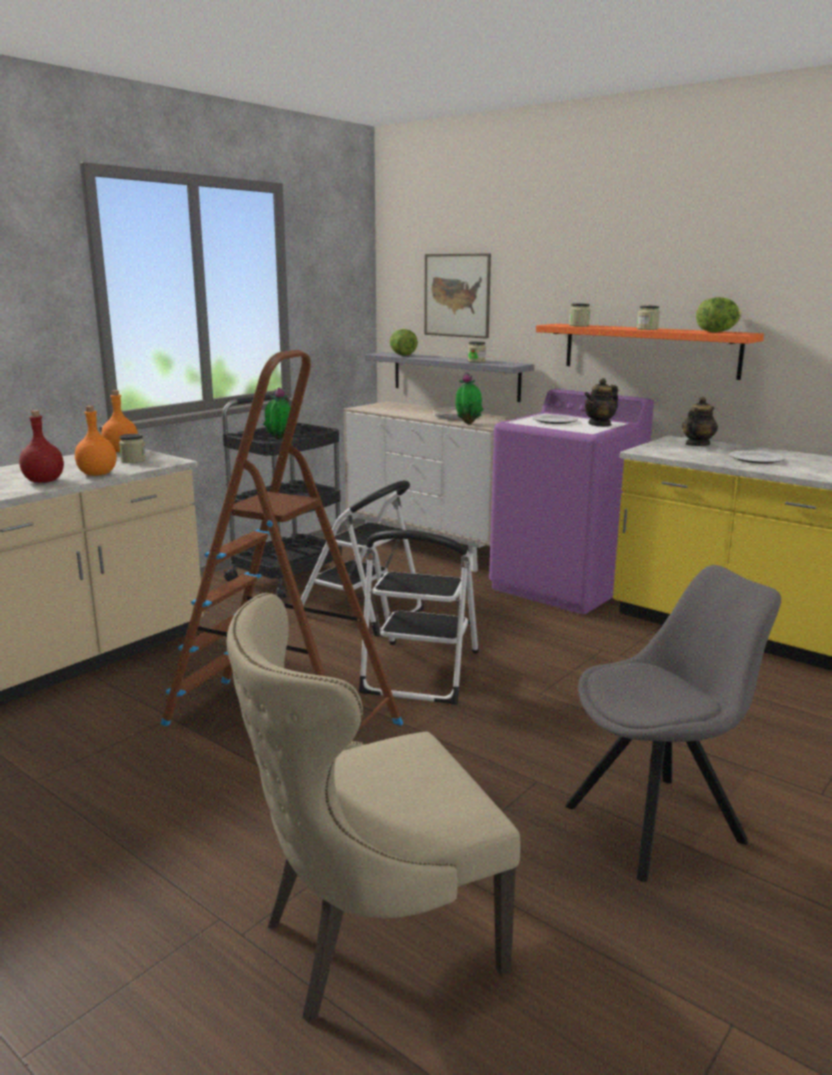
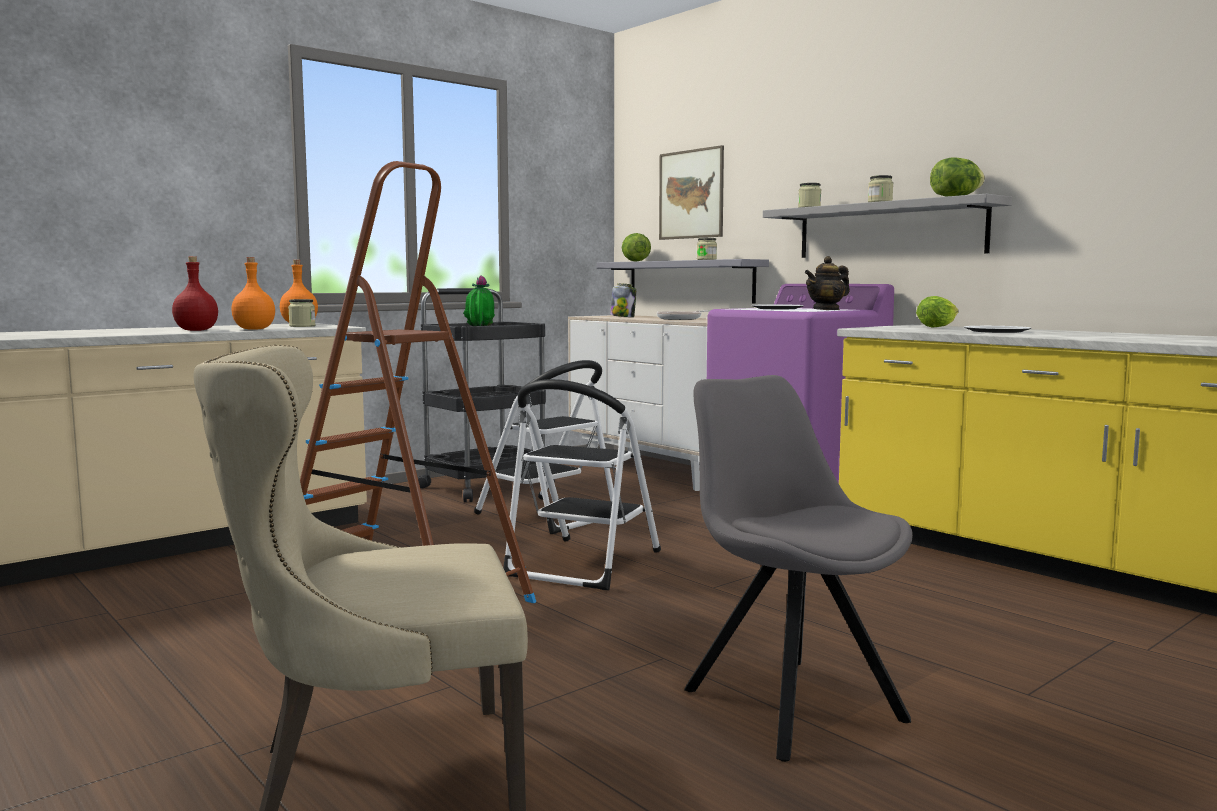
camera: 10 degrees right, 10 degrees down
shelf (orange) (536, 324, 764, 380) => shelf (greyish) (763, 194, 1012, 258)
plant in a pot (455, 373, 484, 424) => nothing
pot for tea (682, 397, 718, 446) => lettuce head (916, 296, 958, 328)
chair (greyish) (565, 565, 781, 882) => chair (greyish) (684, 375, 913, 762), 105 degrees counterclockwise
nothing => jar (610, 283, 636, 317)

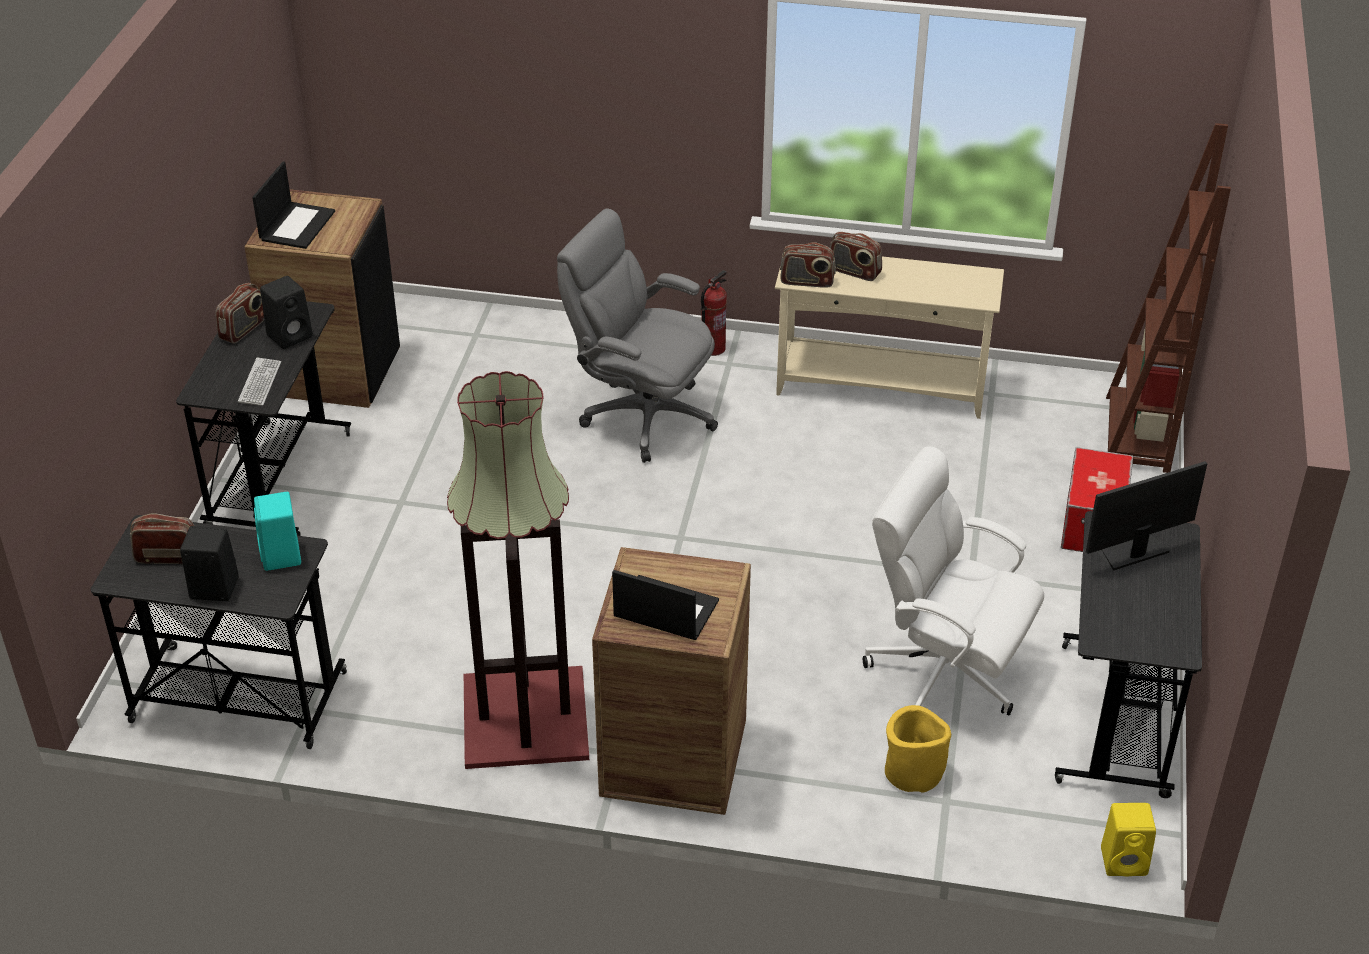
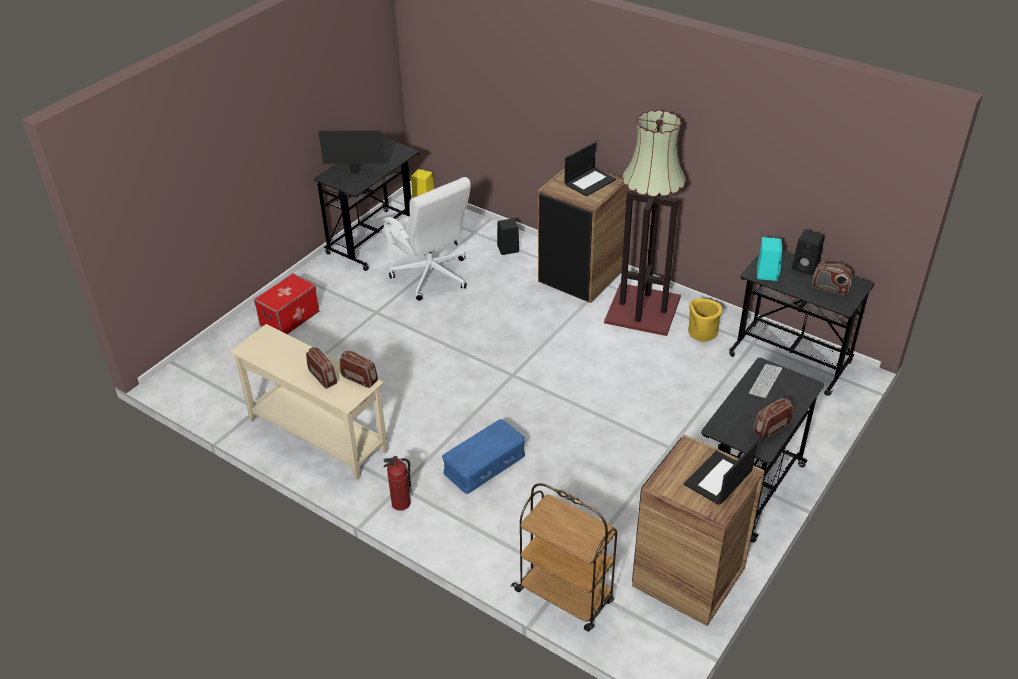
camera: 155 degrees left, 0 degrees up
bookcase (brown-coloured) (1106, 123, 1231, 473) => nothing
desk chair (greyish) (557, 209, 718, 463) => storage box (bluish) (442, 419, 525, 494)
loudspeaker (blackish) (260, 276, 313, 349) => loudspeaker (blackish) (497, 218, 519, 255), relocated
portable computer (612, 570, 719, 640) => portable computer (565, 142, 616, 196), 90 degrees counterclockwise
flower pot (yellow) (885, 705, 951, 793) => flower pot (yellow) (688, 298, 722, 342), relocated
nothing => cart (brown-coloured) (510, 483, 617, 631)

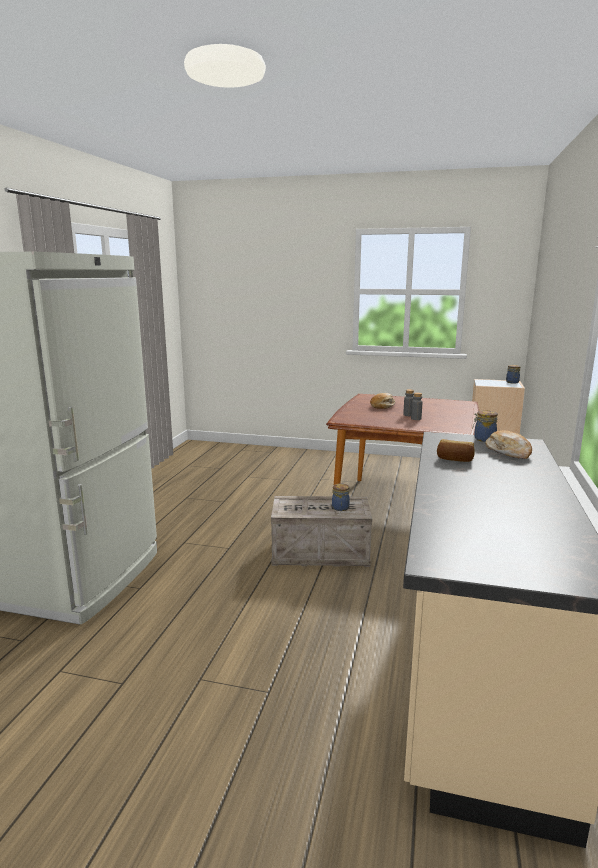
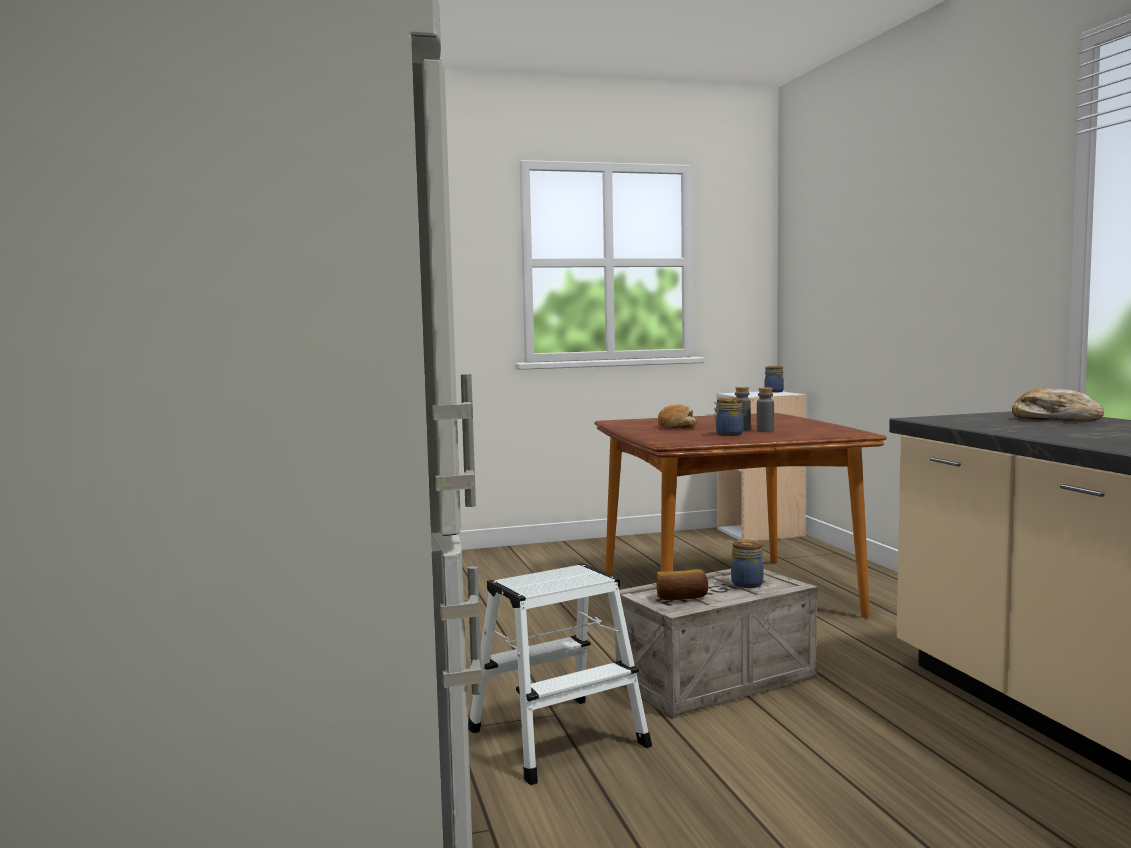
camera: 30 degrees left, 10 degrees down
jar (472, 410, 498, 442) => jar (713, 397, 743, 436), relocated
bread (437, 439, 475, 462) => bread (656, 569, 708, 600), relocated
nothing => stepladder (white-coloured) (468, 563, 652, 785)

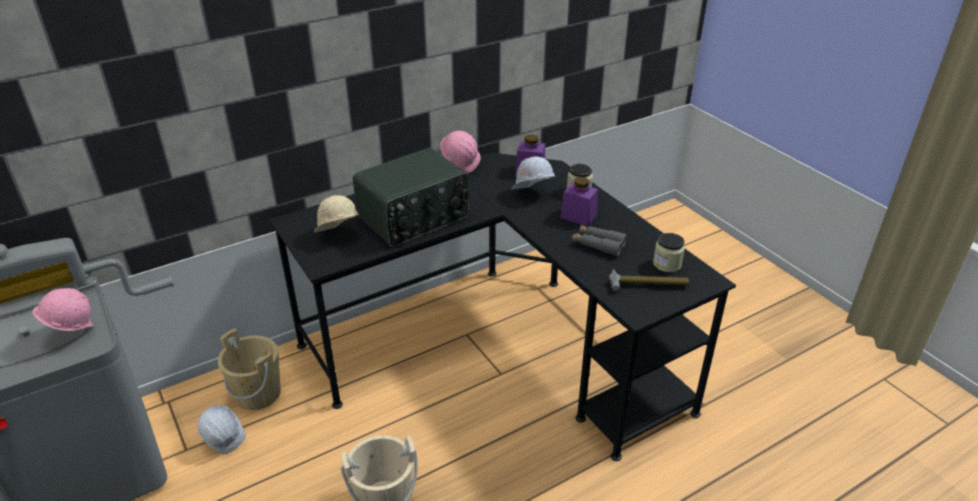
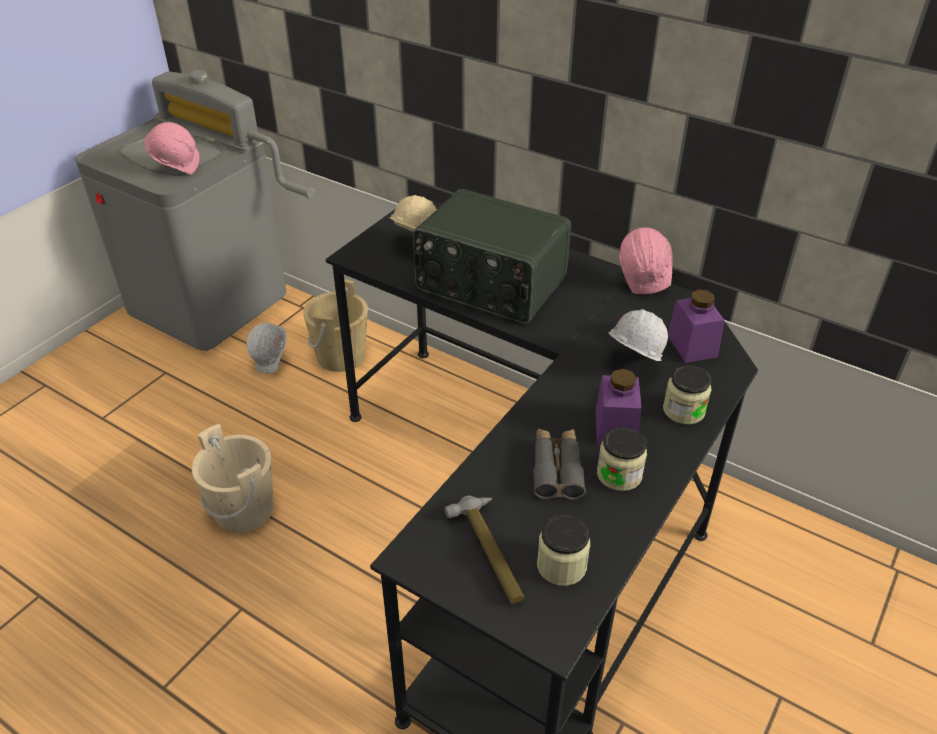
camera: 65 degrees right, 5 degrees up
nothing => jar (597, 427, 647, 491)

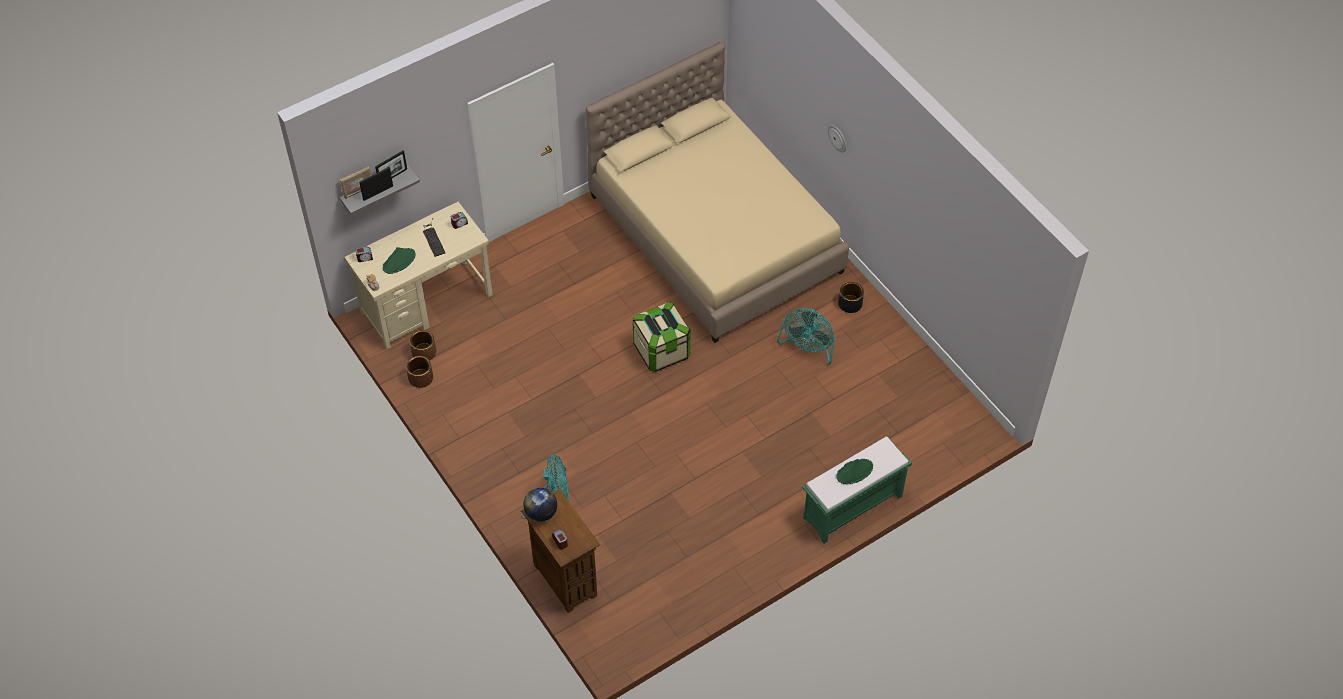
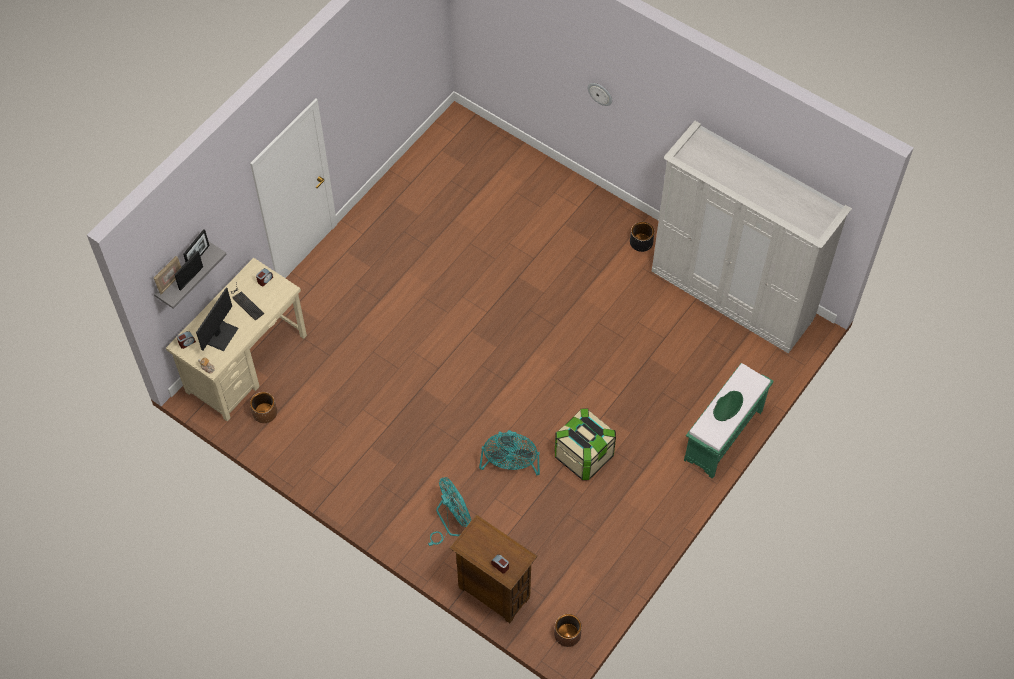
camera: 20 degrees left, 5 degrees up
bed (sand-coloured) (586, 42, 849, 343) => nothing
clothing hat (green) (383, 247, 415, 274) => computer screen (196, 288, 238, 351)
storage box (633, 302, 690, 372) => storage box (555, 408, 616, 480), relocated
cooling fan (turquoise-coloured) (777, 308, 836, 365) => cooling fan (turquoise-coloured) (479, 430, 540, 476), relocated
flower pot (brown-coloured) (406, 356, 433, 388) => flower pot (brown-coloured) (554, 614, 582, 647), relocated
world globe (524, 488, 557, 522) => nothing
nothing => wardrobe (white-coloured) (652, 121, 852, 353)

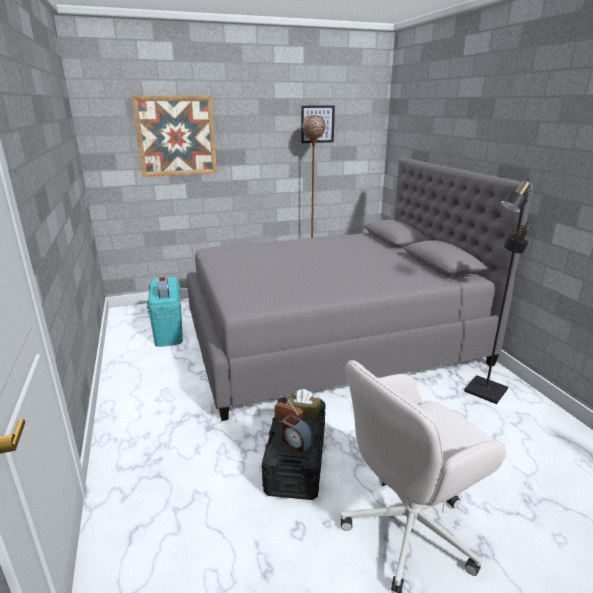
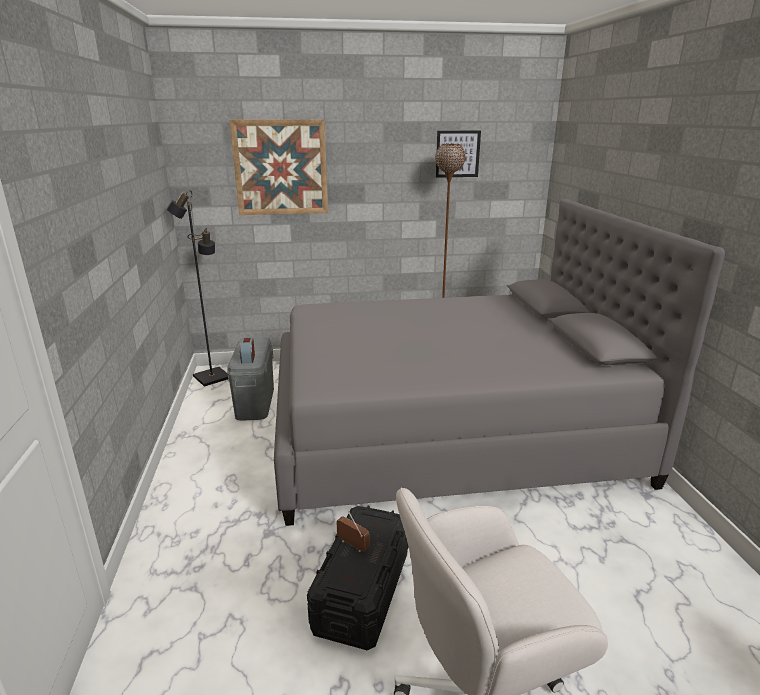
camera: 10 degrees right, 0 degrees up
standing lamp (blackish) (464, 178, 531, 404) => standing lamp (blackish) (166, 190, 228, 387), relocated
storage box (turquoise-coloured) (147, 277, 183, 347) => storage box (greyish) (227, 336, 274, 421)
tissue holder (brown-coloured) (286, 389, 320, 419) => nothing
alarm clock (282, 415, 312, 453) => nothing

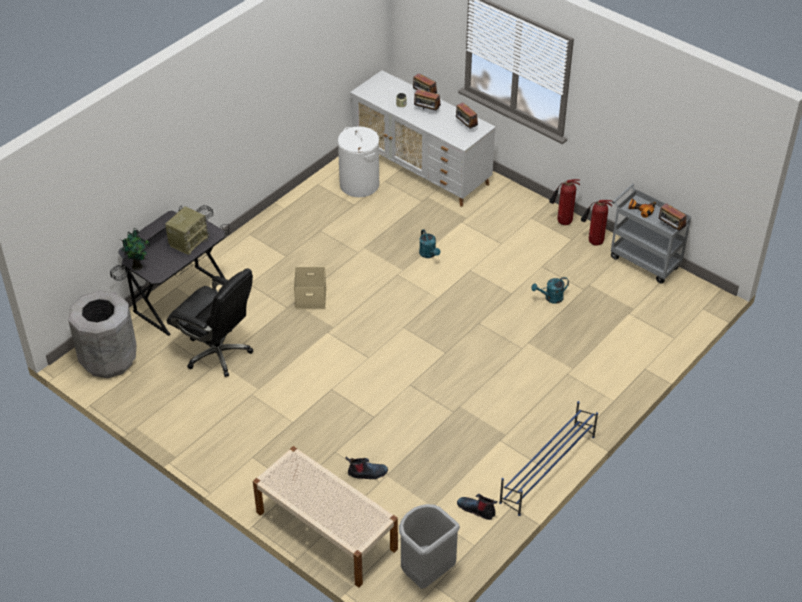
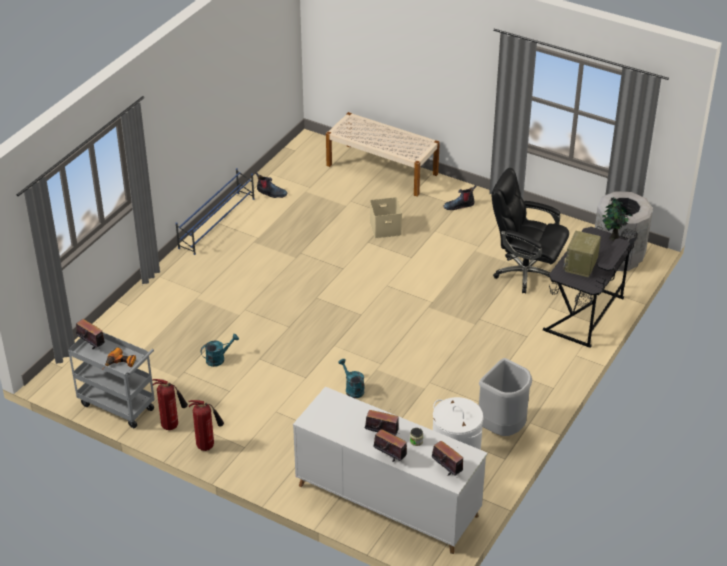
camera: 170 degrees right, 5 degrees down
radio (456, 102, 478, 128) => radio (431, 441, 463, 477), relocated
storage box (sand-coloured) (294, 267, 326, 309) => storage box (sand-coloured) (370, 197, 402, 238), relocated
boot (345, 456, 388, 479) => boot (443, 185, 477, 210), relocated
trash can (greyish) (399, 504, 460, 589) => trash can (greyish) (479, 358, 532, 436), relocated

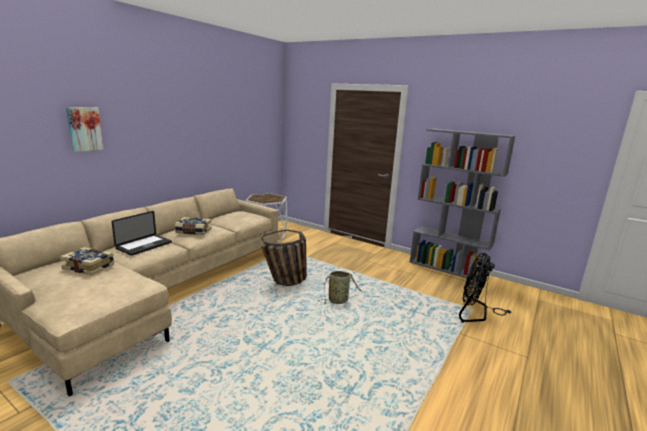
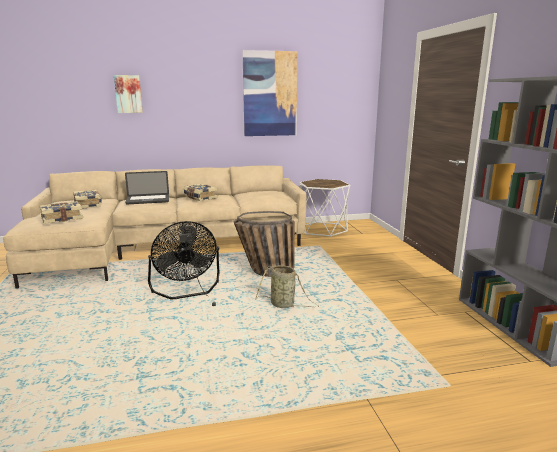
camera: 45 degrees right, 0 degrees up
cooling fan (blackish) (459, 253, 512, 322) => cooling fan (blackish) (148, 221, 219, 306), relocated
nothing => wall picture (242, 50, 298, 136)
nothing => volume (40, 201, 83, 224)

